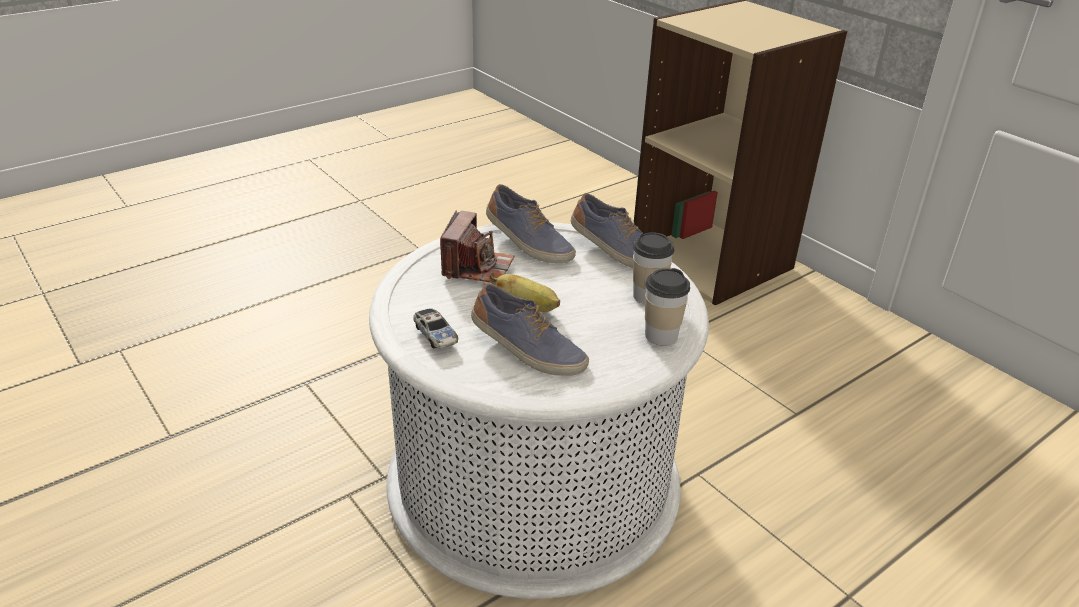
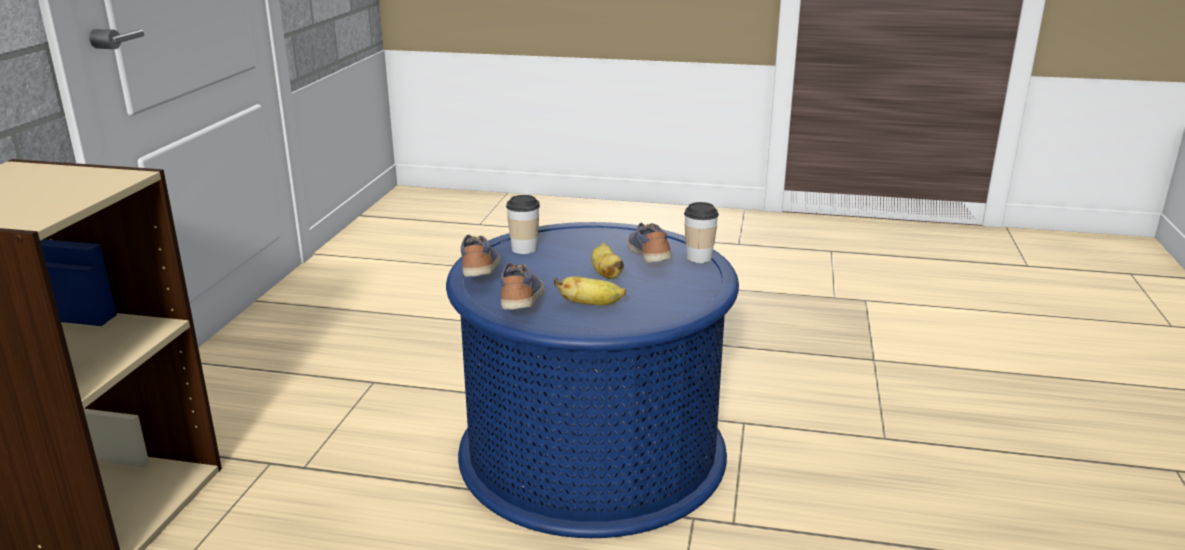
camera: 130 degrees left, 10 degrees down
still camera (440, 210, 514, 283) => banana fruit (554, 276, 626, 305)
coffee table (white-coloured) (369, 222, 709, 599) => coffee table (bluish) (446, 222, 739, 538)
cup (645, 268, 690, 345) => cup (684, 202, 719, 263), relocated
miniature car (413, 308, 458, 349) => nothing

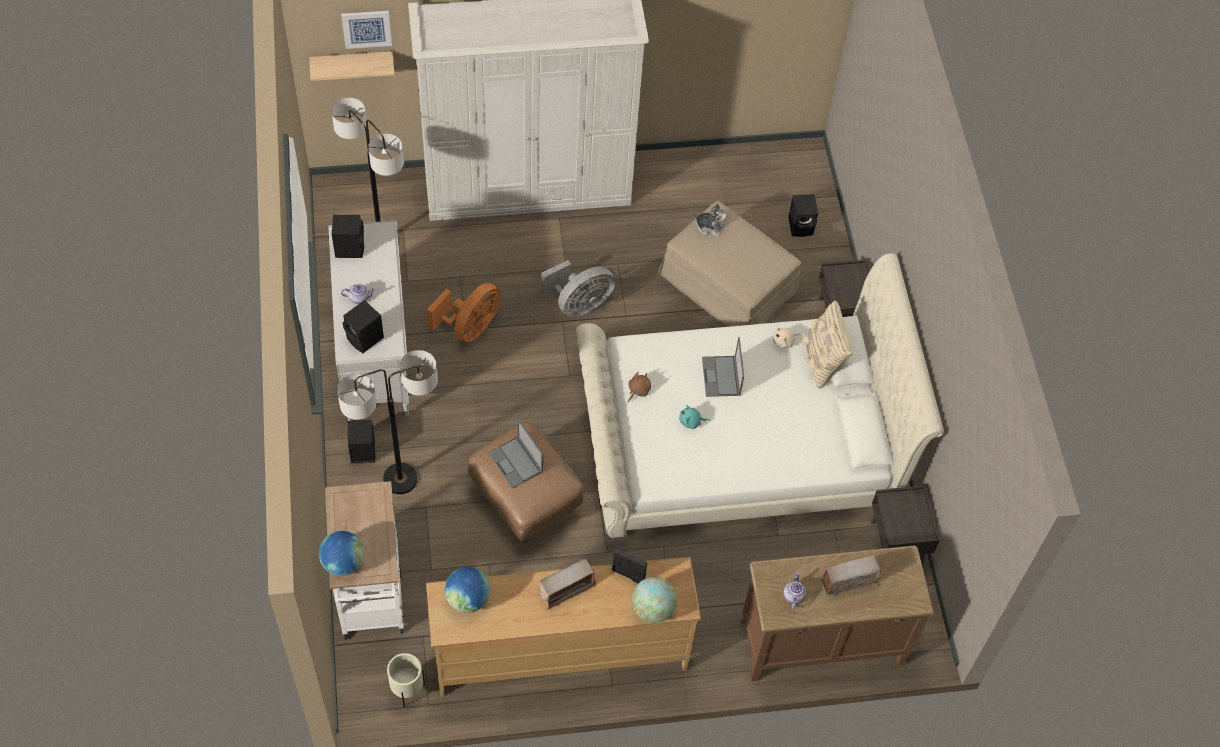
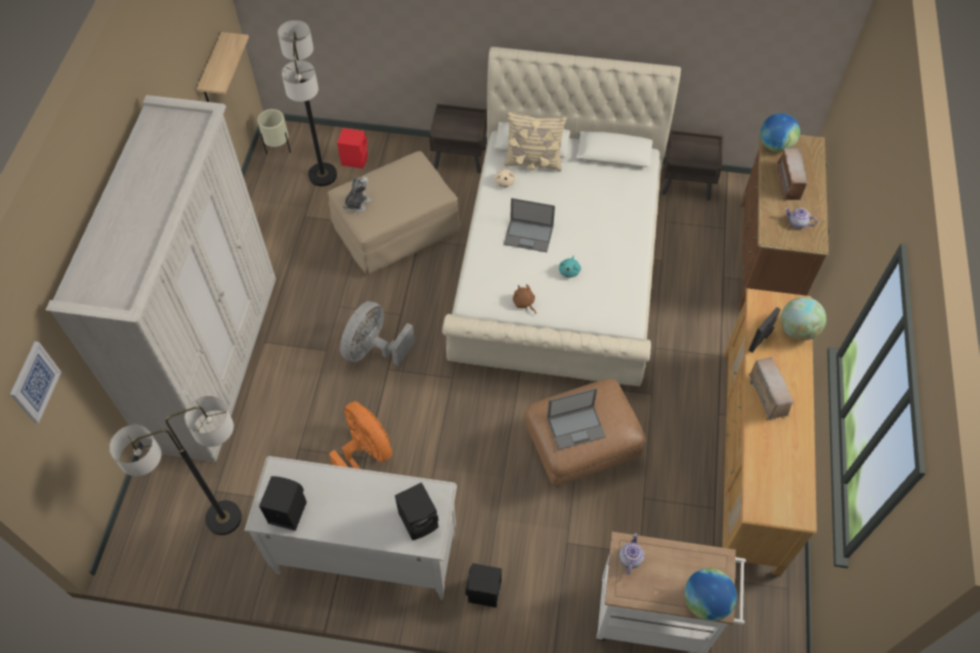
camera: 70 degrees left, 0 degrees up
shelf (309, 51, 395, 81) => shelf (197, 32, 249, 102), relocated
loudspeaker (blackish) (788, 194, 818, 237) => loudspeaker (red) (337, 128, 368, 169)
cooling fan (greyish) (541, 260, 615, 317) => cooling fan (greyish) (340, 301, 415, 366), 135 degrees counterclockwise
pot for tea (341, 284, 375, 304) => pot for tea (619, 533, 644, 575), relocated
standing lamp (337, 350, 438, 494) => standing lamp (278, 20, 337, 186), relocated
world globe (445, 567, 490, 613) => world globe (760, 113, 800, 152), relocated
flower pot (sand-coloured) (387, 653, 425, 707) => flower pot (sand-coloured) (257, 109, 291, 154), relocated

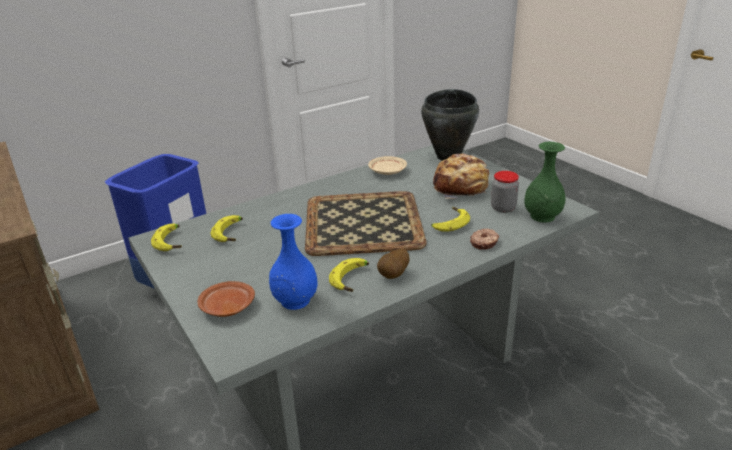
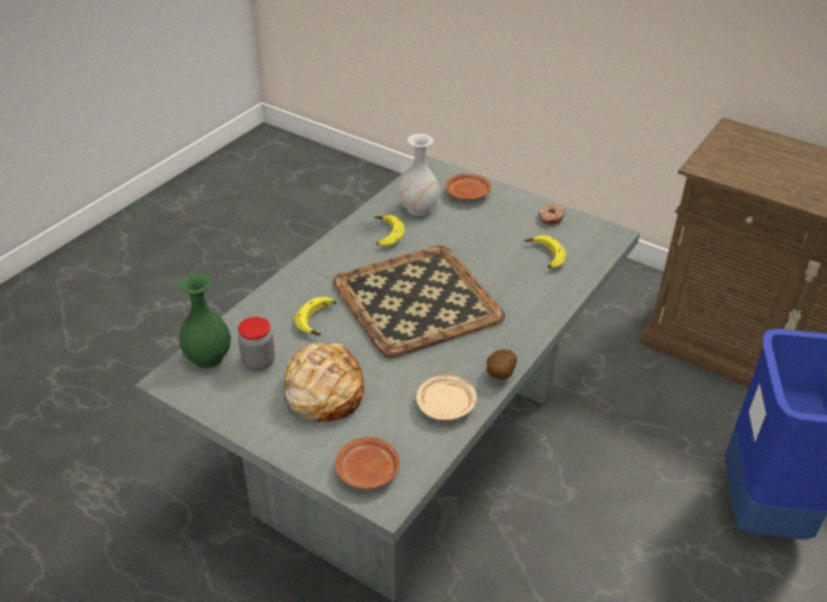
camera: 155 degrees right, 10 degrees up
stockpot (blackish) (421, 89, 479, 161) => dinner plate (brown-coloured) (335, 437, 400, 489)
flower vase (bluish) (269, 214, 318, 310) => flower vase (white-coloured) (399, 134, 440, 216)
banana fruit (151, 223, 182, 251) => nothing
doughnut (470, 229, 499, 250) => doughnut (538, 203, 565, 226), relocated
potato (377, 248, 409, 279) => potato (487, 349, 517, 380), relocated

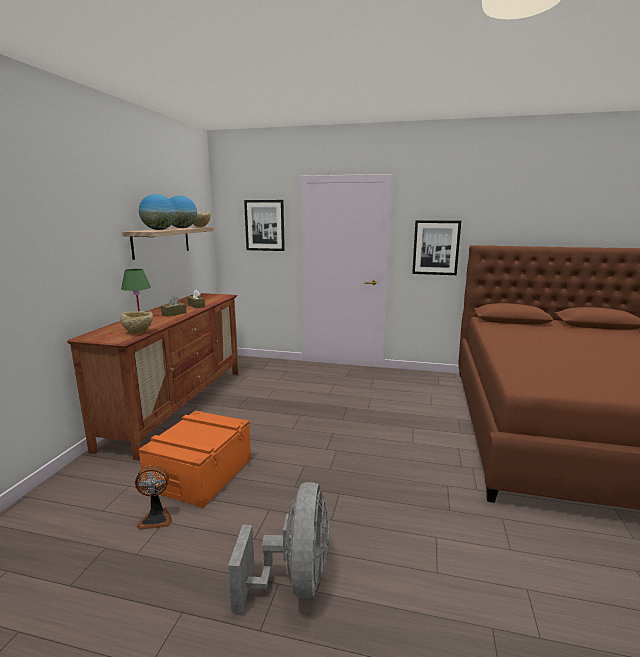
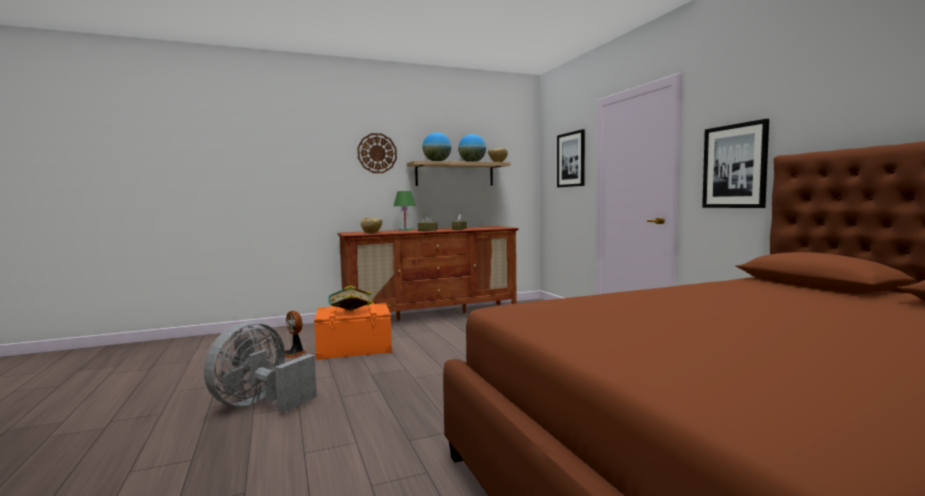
camera: 55 degrees right, 10 degrees down
cooling fan (greyish) (228, 482, 330, 613) => cooling fan (greyish) (204, 321, 317, 413), 150 degrees clockwise
nothing => clock on the wall (357, 133, 397, 173)
nothing => volume (328, 285, 373, 311)

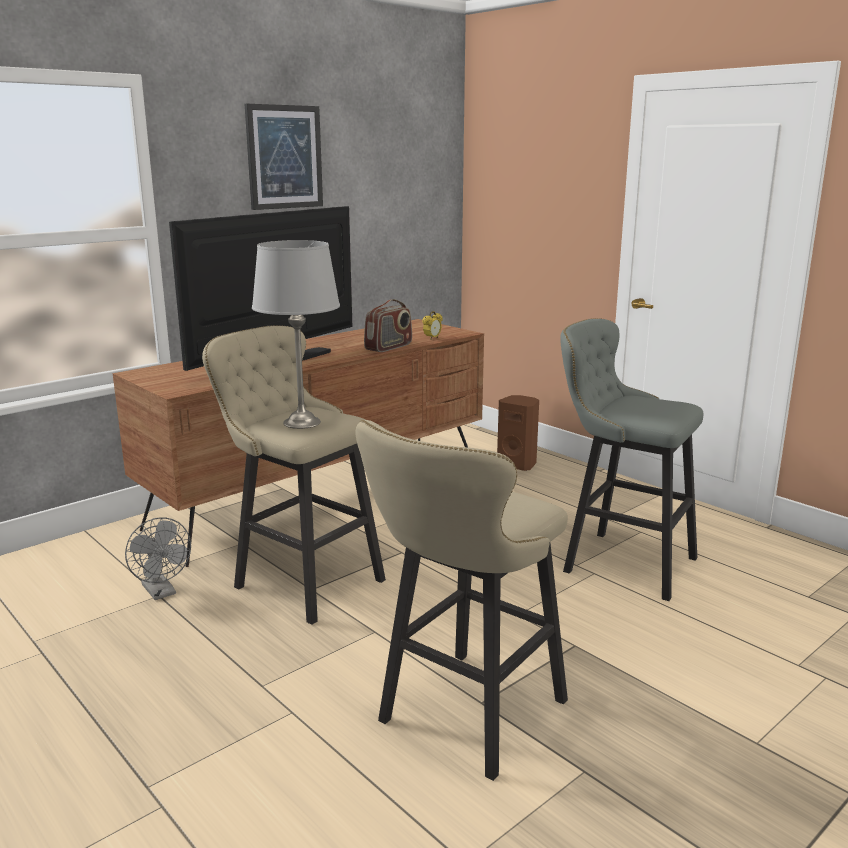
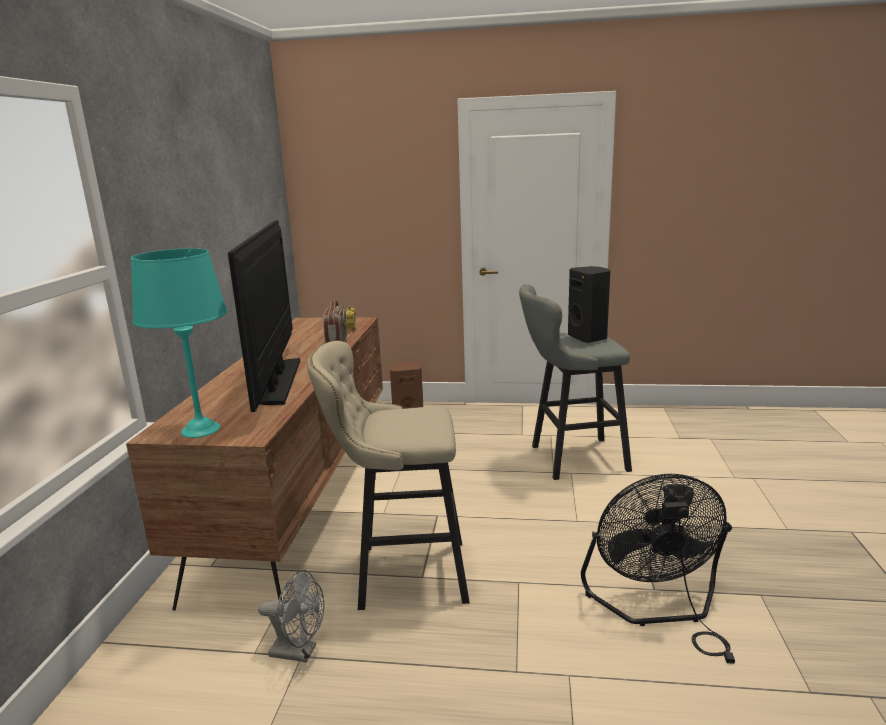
camera: 40 degrees left, 0 degrees up
wall picture (245, 104, 323, 210) => nothing
table lamp (greyish) (252, 240, 340, 429) => nothing
sitting stool (sand-coloured) (356, 420, 568, 781) => cooling fan (blackish) (581, 474, 735, 664)
nothing => table lamp (turquoise-coloured) (131, 248, 228, 438)
nothing => loudspeaker (blackish) (568, 266, 610, 343)

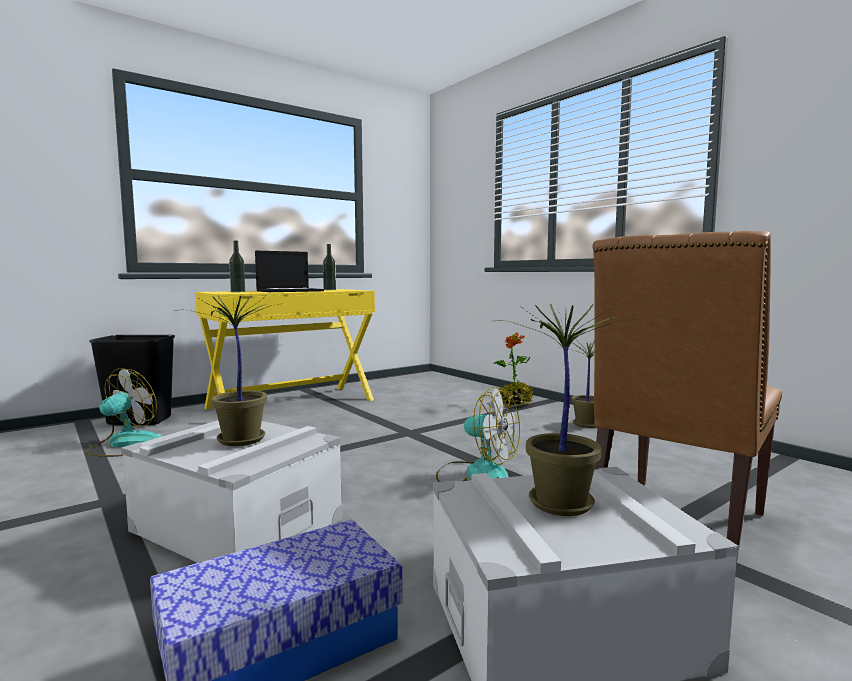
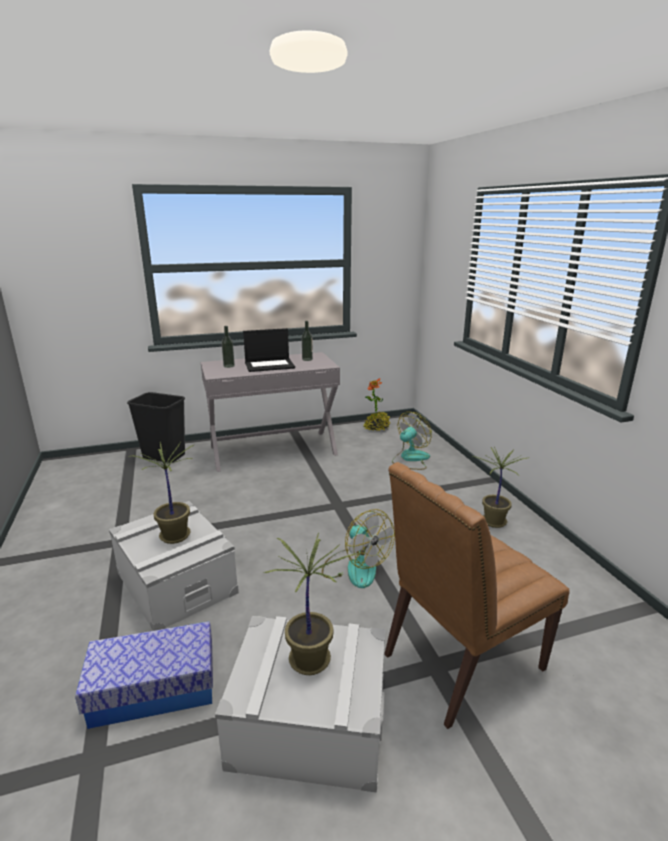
camera: 20 degrees right, 15 degrees up
desk table (yellow) (195, 289, 375, 410) => desk table (greyish) (201, 352, 340, 472)
plant in a pot (494, 332, 534, 406) => plant in a pot (363, 378, 391, 431), relocated
cooling fan (85, 368, 161, 457) => cooling fan (392, 412, 432, 470), relocated

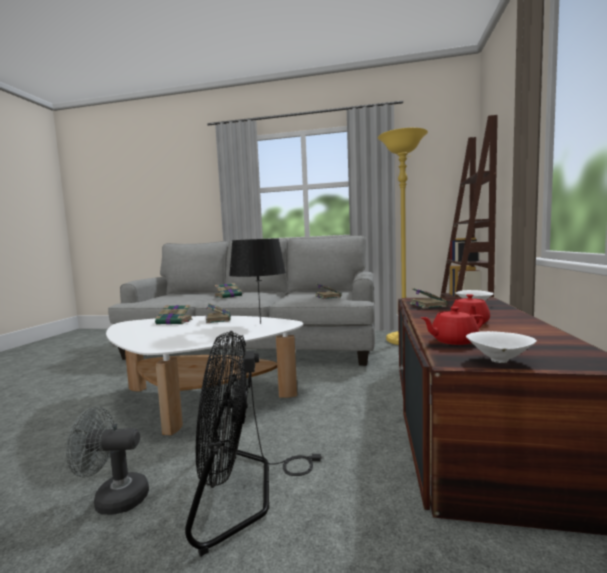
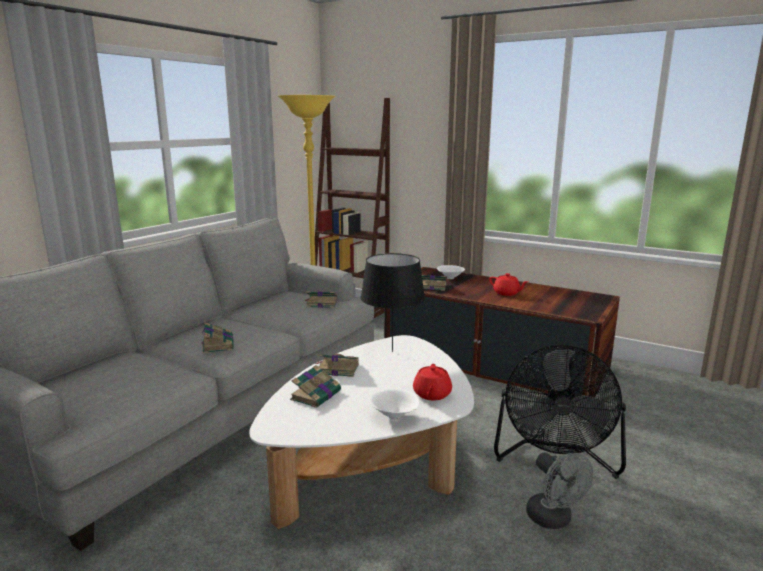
camera: 70 degrees left, 10 degrees up
pot for tea (red) (420, 307, 484, 345) => pot for tea (red) (413, 364, 452, 400), relocated
deep dish (white-coloured) (466, 331, 537, 363) => deep dish (white-coloured) (370, 389, 419, 420), relocated
cooling fan (greyish) (66, 406, 149, 515) => cooling fan (greyish) (526, 452, 593, 529), 45 degrees counterclockwise

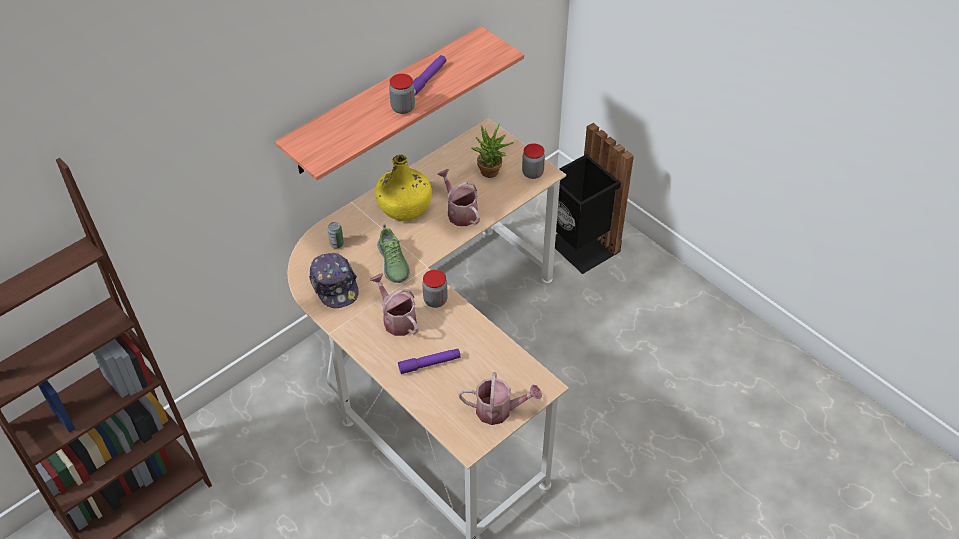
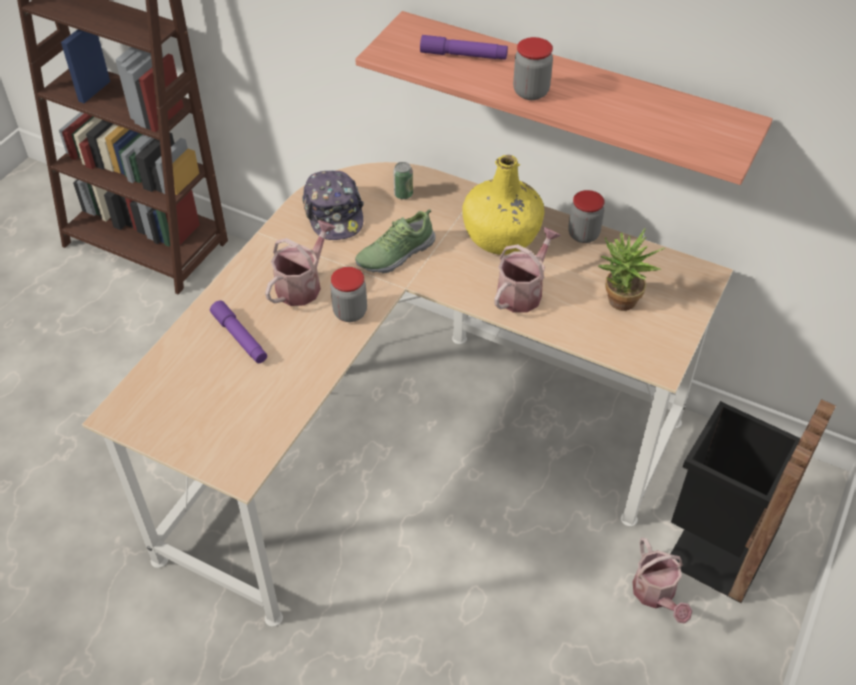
camera: 70 degrees right, 0 degrees up
hand torch (purple-coloured) (413, 55, 446, 95) => hand torch (purple-coloured) (420, 35, 508, 60), relocated
jar (522, 143, 545, 179) => jar (568, 190, 605, 243), relocated
cap (309, 253, 359, 308) => cap (302, 171, 364, 240), 60 degrees counterclockwise
watering pot (459, 372, 542, 425) => watering pot (633, 537, 692, 624), relocated

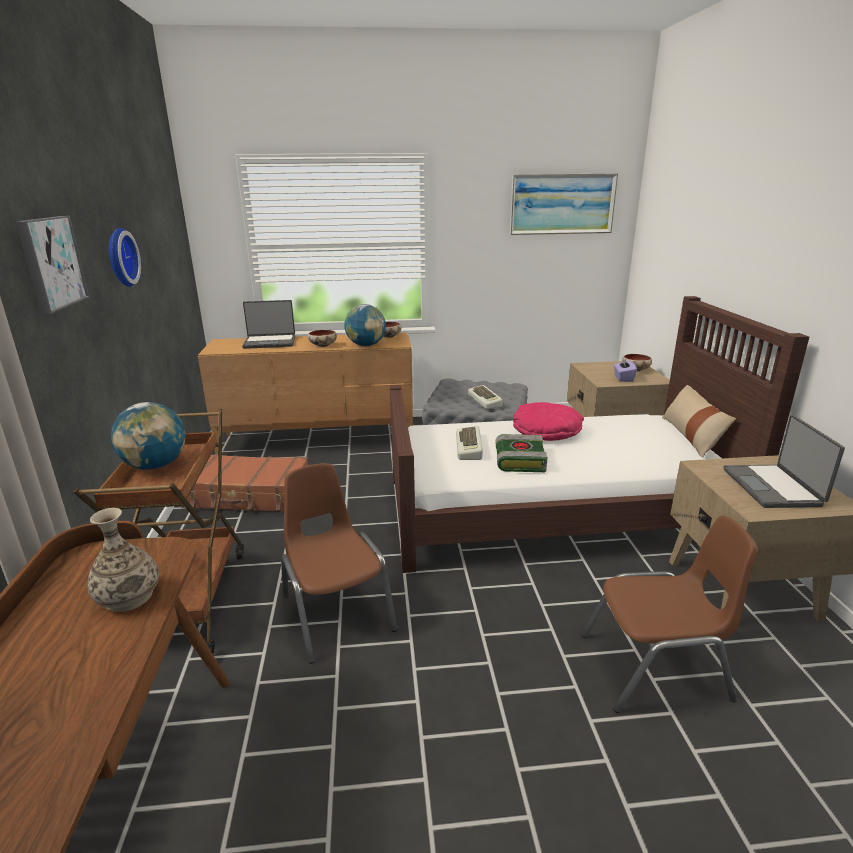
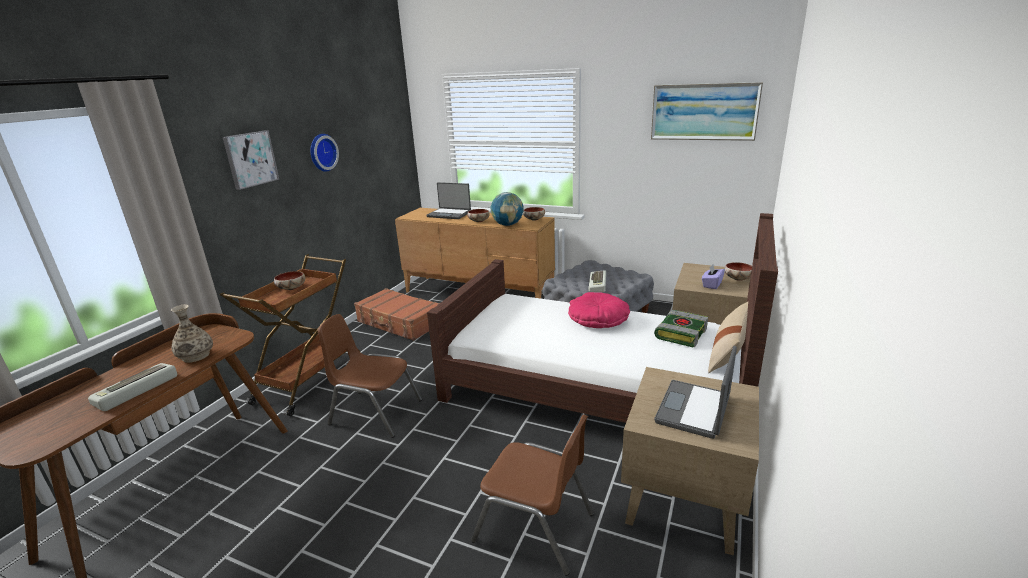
camera: 30 degrees right, 0 degrees up
world globe (111, 402, 186, 470) => deep dish (274, 271, 305, 290)
keyboard (456, 426, 483, 460) => keyboard (88, 363, 177, 411), relocated
volume (495, 434, 547, 472) => volume (654, 310, 708, 347), relocated
chair (brown-coloured) (281, 463, 398, 664) => chair (brown-coloured) (318, 314, 422, 438), 75 degrees counterclockwise

